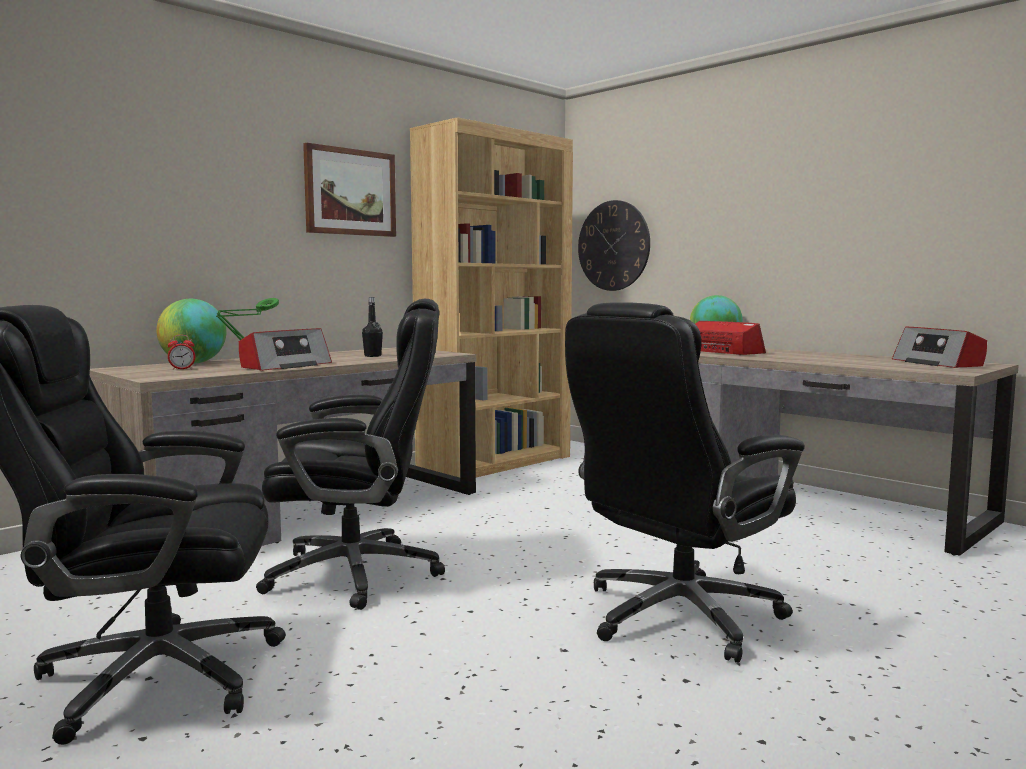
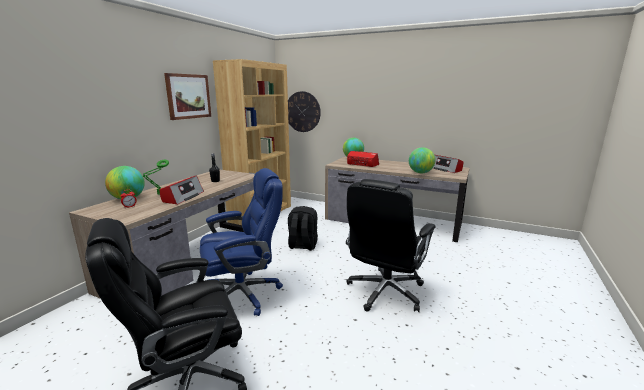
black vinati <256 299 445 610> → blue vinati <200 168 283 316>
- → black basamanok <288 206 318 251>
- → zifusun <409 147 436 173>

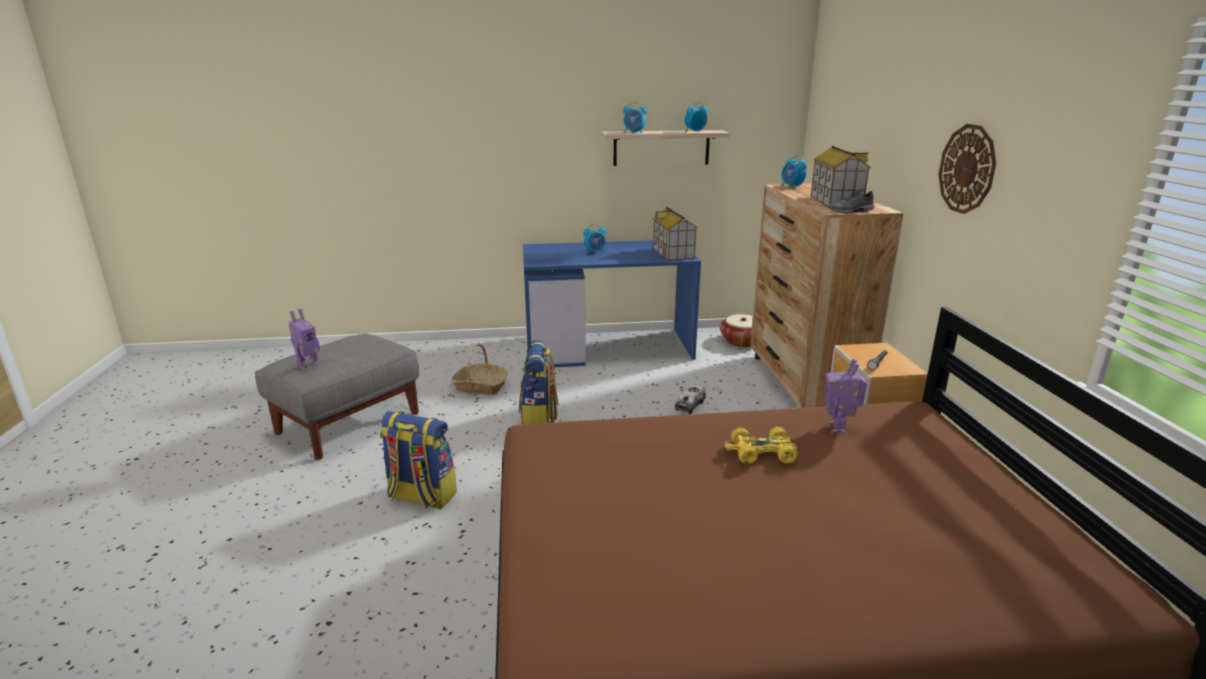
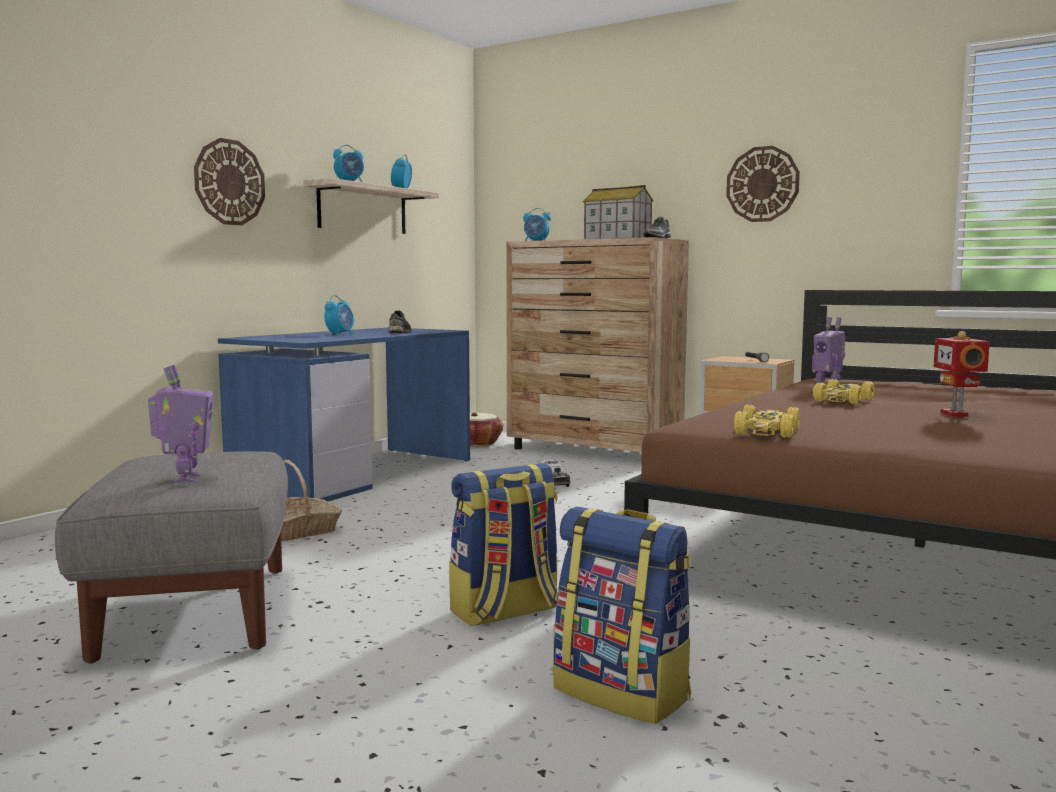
- → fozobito <194 138 265 225>
- → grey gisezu <388 310 411 333>
basamanok <519 340 558 425> → basamanok <553 506 692 724>, relocated
- → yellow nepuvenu <734 404 800 438>
- → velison <934 331 990 417>
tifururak <653 207 698 260> → -

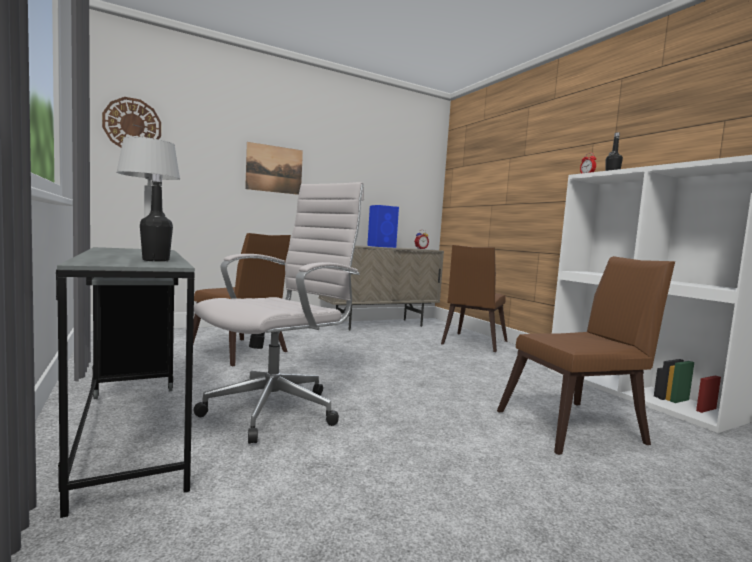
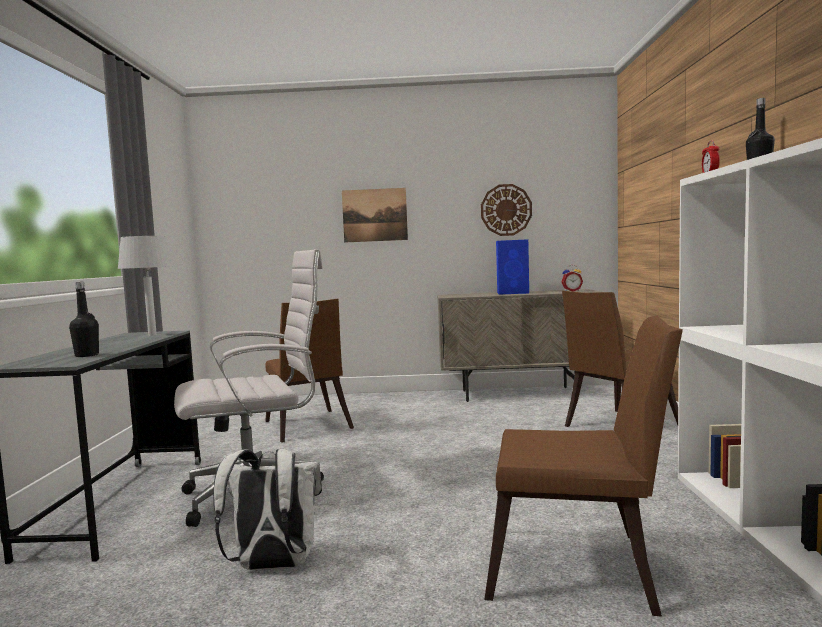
- → white basamanok <213 449 322 570>
fozobito <102 97 161 147> → fozobito <481 184 532 236>, relocated

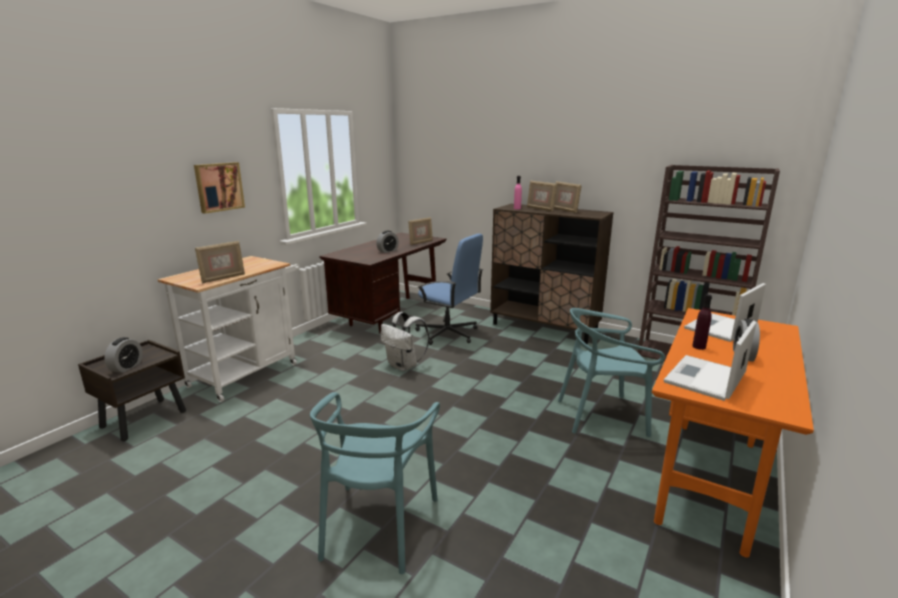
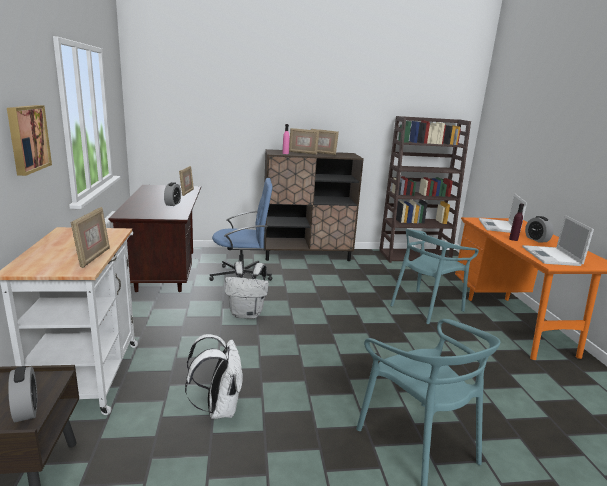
- → white basamanok <185 334 243 419>

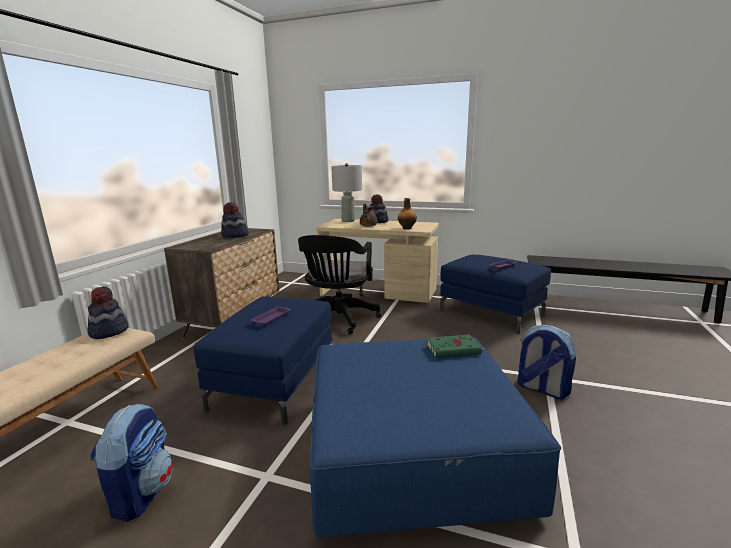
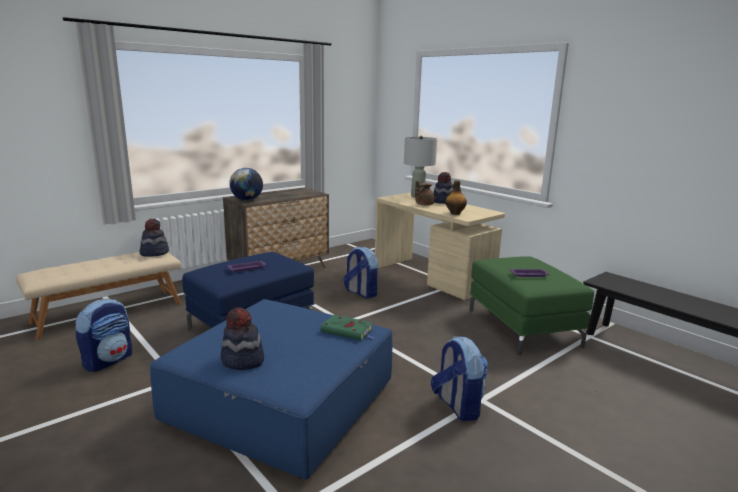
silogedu <221 202 249 238> → silogedu <220 307 264 370>, relocated
- → zifusun <229 168 263 201>
black vinati <298 235 381 334> → basamanok <343 247 378 298>
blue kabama <439 255 551 334> → green kabama <469 257 594 355>

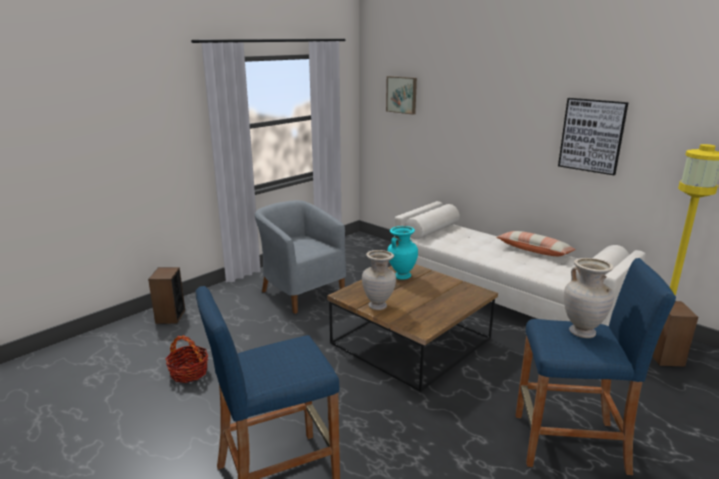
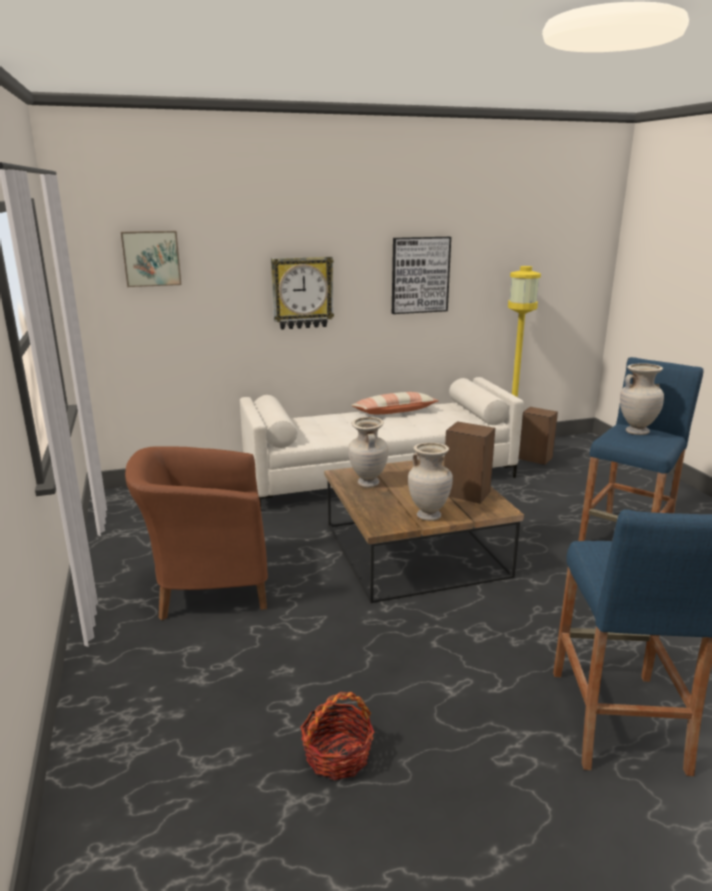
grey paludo <254 200 346 314> → brown paludo <125 446 268 620>
- → fozobito <271 257 334 330>
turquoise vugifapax <388 226 418 280> → beige vugifapax <348 417 388 488>
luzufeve <148 267 185 324> → luzufeve <444 421 495 504>, relocated

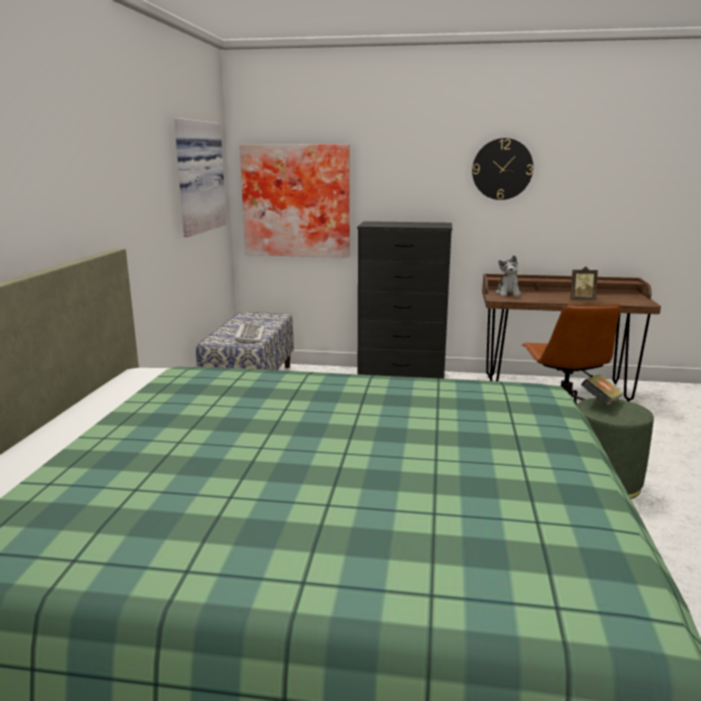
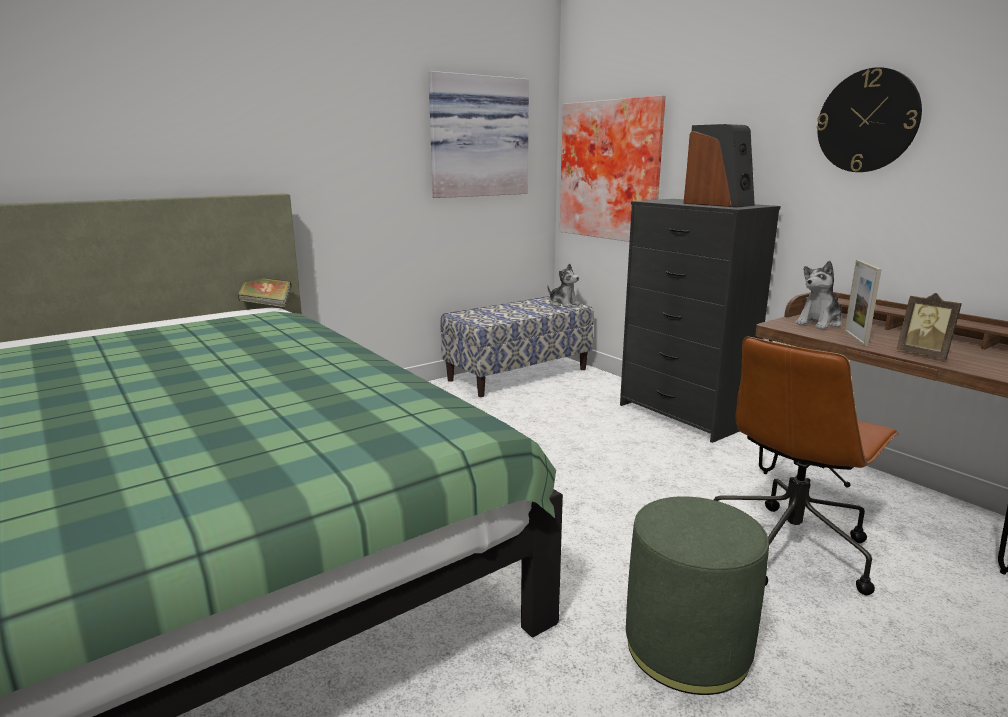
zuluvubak <581 375 624 405> → zuluvubak <238 278 291 308>, relocated
- → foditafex <547 263 581 308>
- → luzufeve <683 124 755 207>
- → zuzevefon <844 260 882 346>
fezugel <234 323 265 342> → -

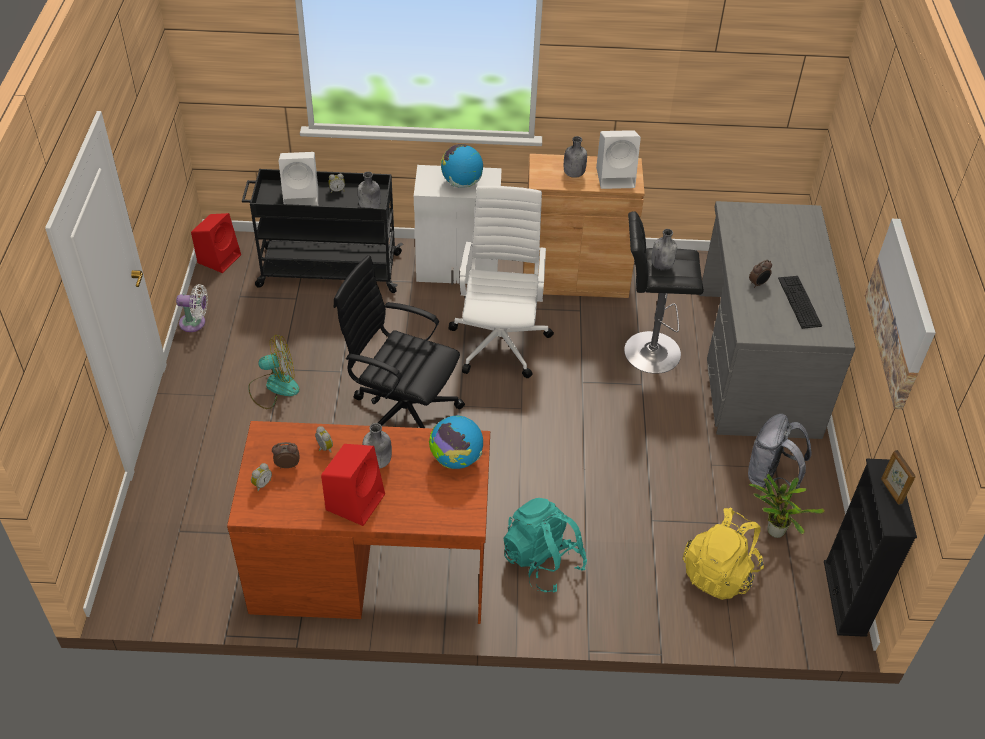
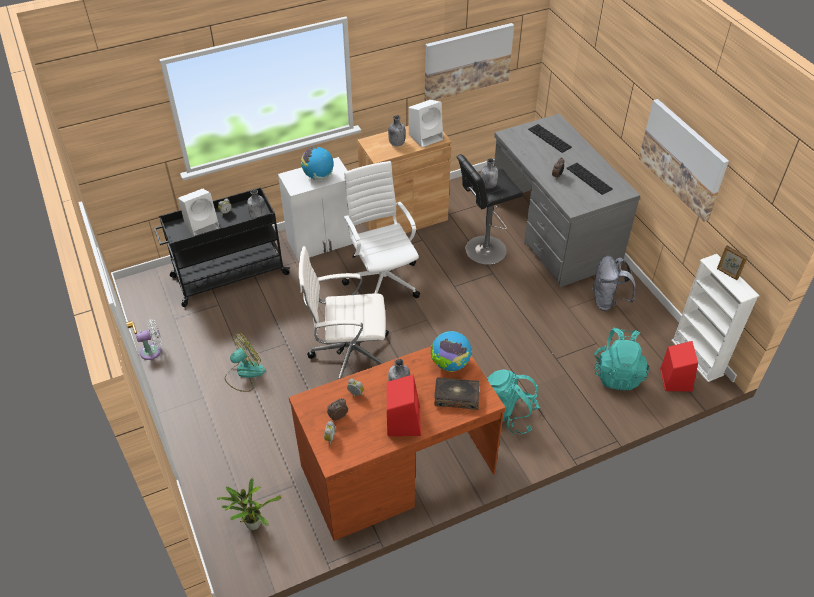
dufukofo <749 474 825 538> → dufukofo <217 478 281 530>, relocated
black vinati <334 255 465 428> → white vinati <299 246 389 379>
- → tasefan <425 23 514 101>
- → zuluvubak <434 378 479 410>
- → fezugel <528 124 572 153>
yellow basamanok <683 508 764 600> → turquoise basamanok <594 328 649 390>
red luzufeve <191 213 241 273> → red luzufeve <660 341 698 392>, relocated
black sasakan <824 458 917 637> → white sasakan <671 254 759 382>

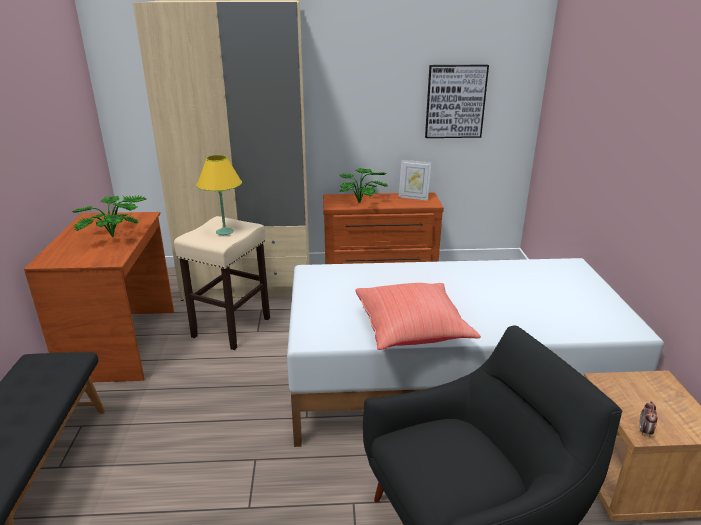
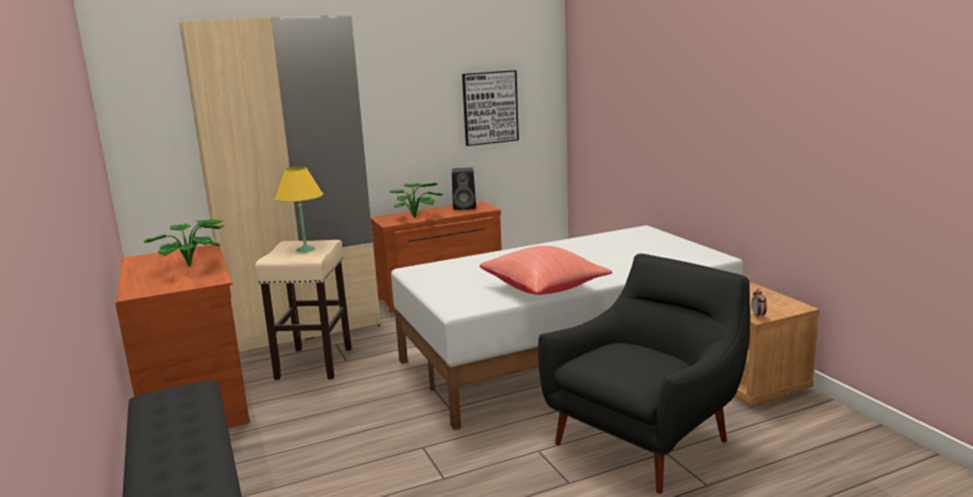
zuzevefon <399 160 431 201> → black luzufeve <452 167 476 210>

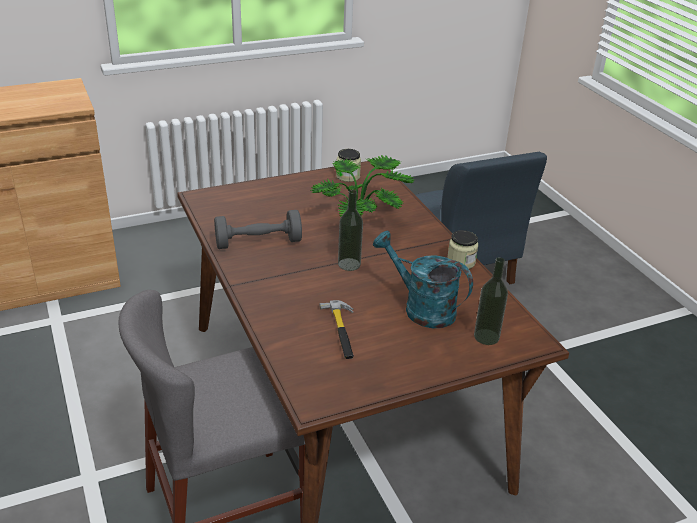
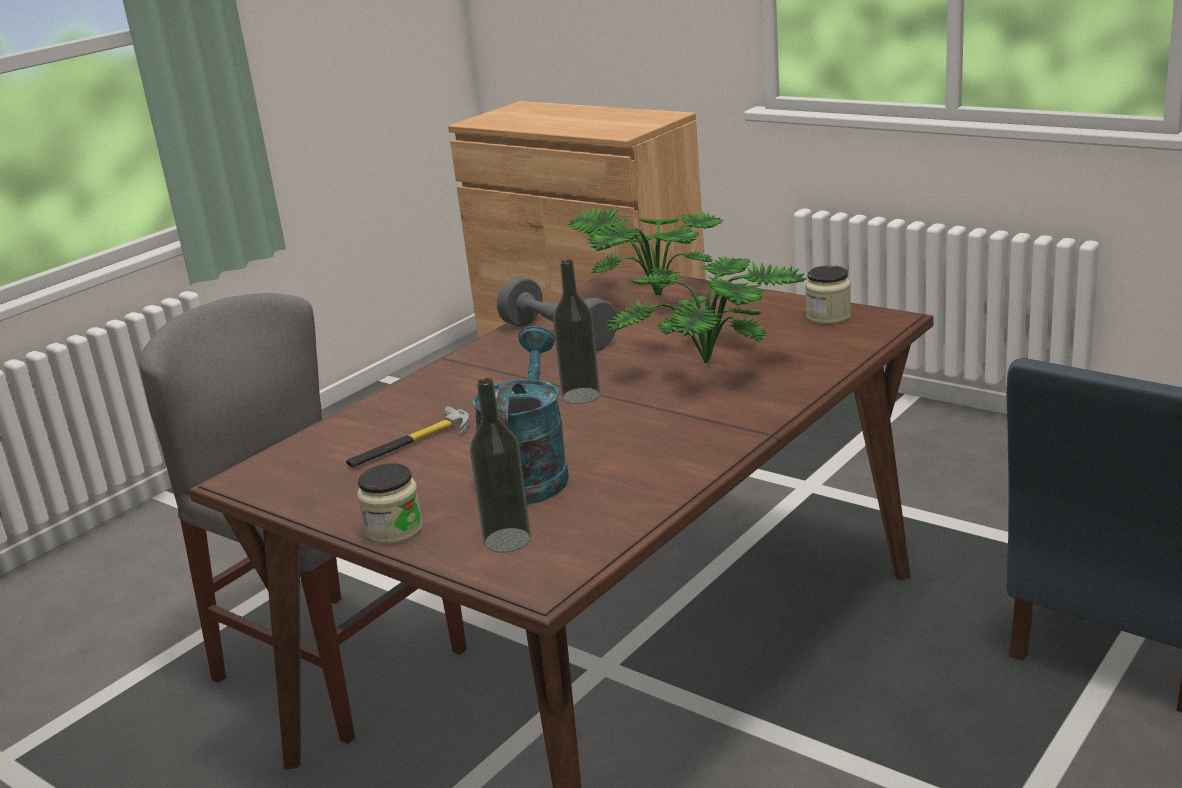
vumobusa <447 230 478 270> → vumobusa <357 463 423 544>, relocated
- → dufukofo <567 207 723 296>

